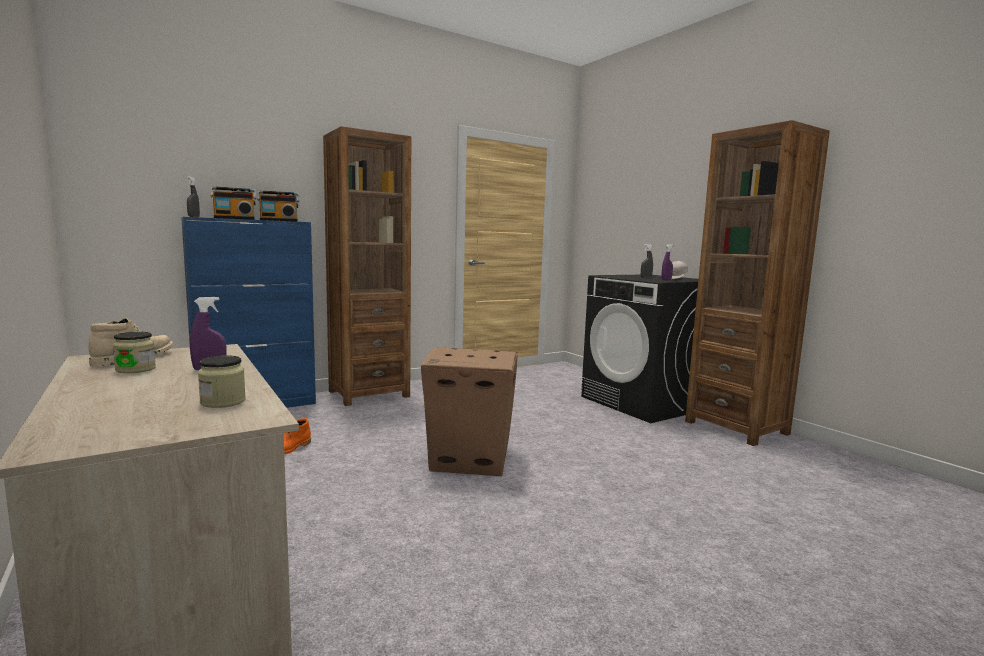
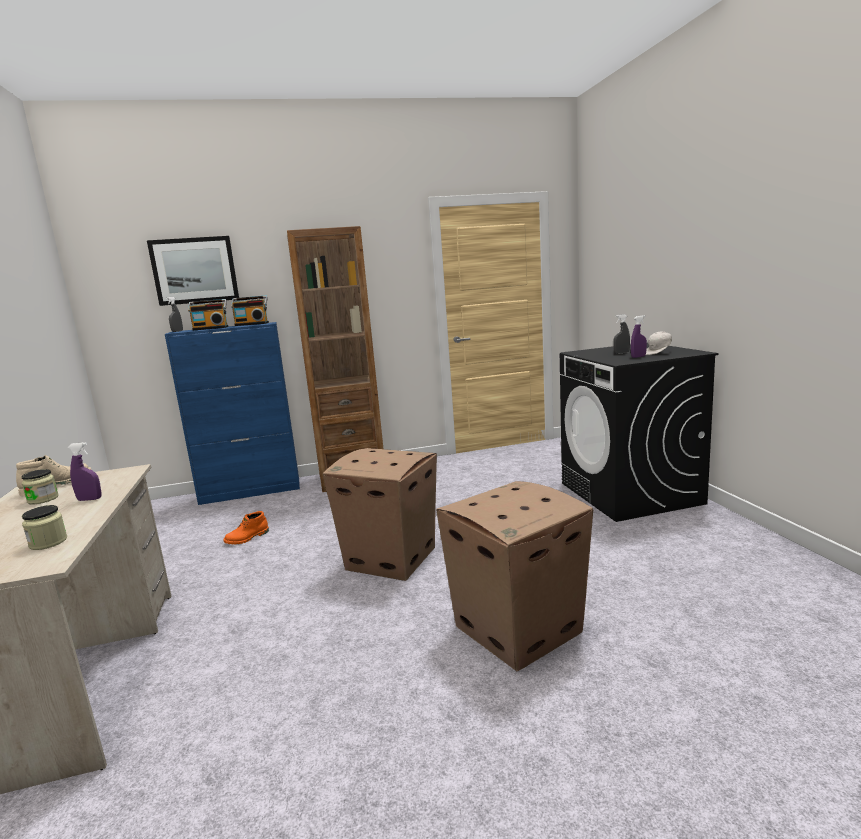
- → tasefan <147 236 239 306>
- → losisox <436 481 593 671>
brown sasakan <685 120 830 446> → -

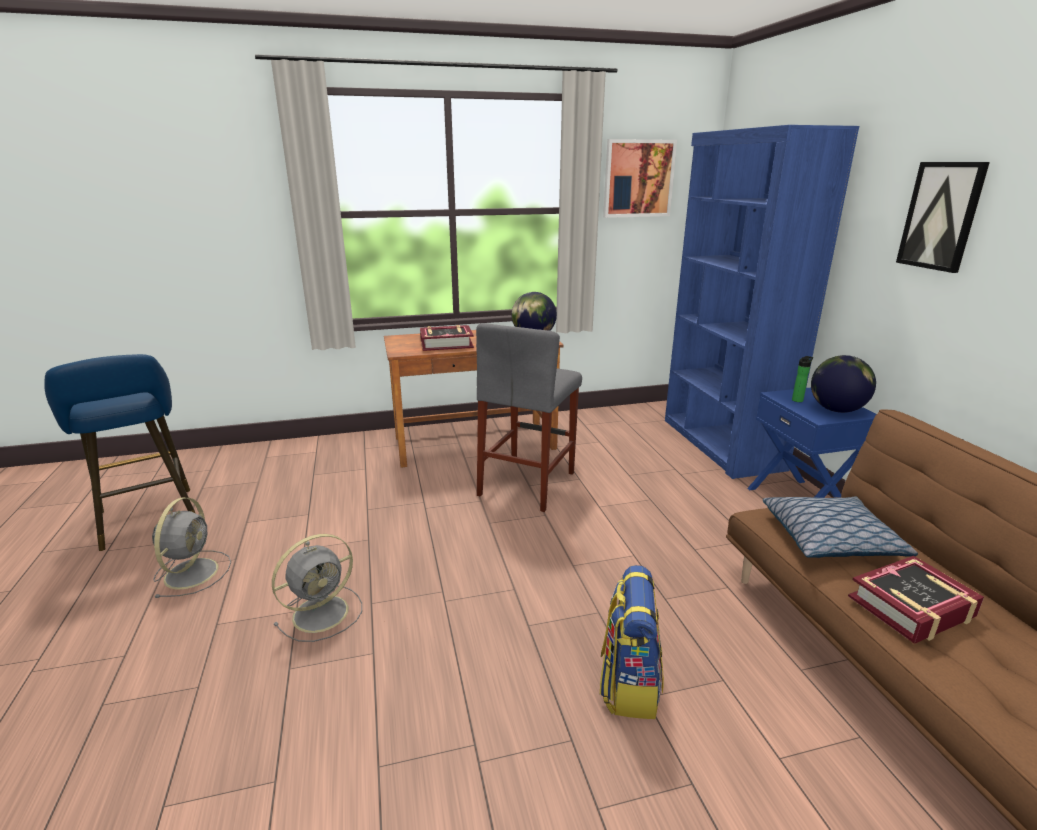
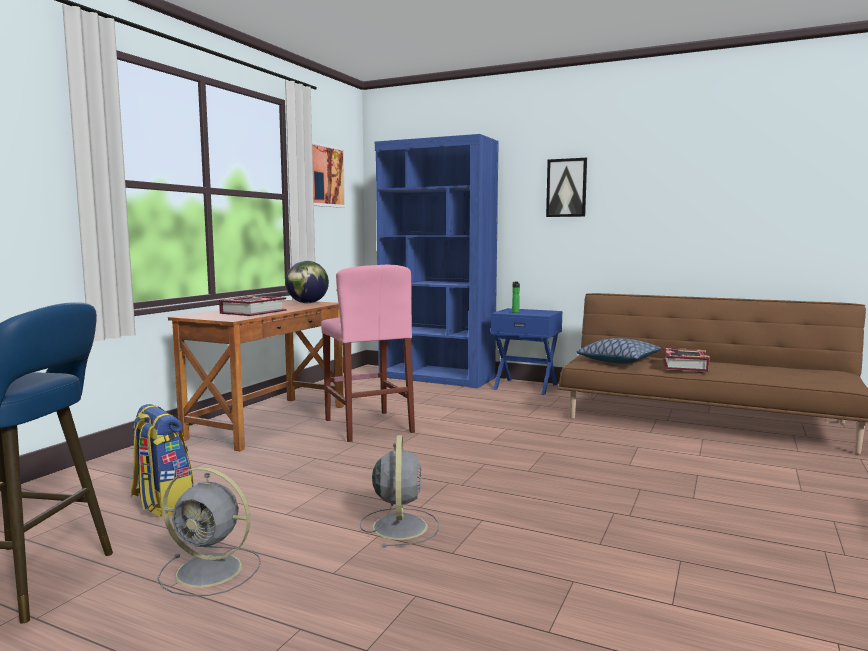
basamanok <600 565 664 719> → basamanok <131 404 194 517>, relocated
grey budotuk <152 498 231 598> → grey budotuk <158 467 261 596>, 150 degrees clockwise
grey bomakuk <476 323 582 512> → pink bomakuk <321 265 415 442>
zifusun <811 355 876 413> → -

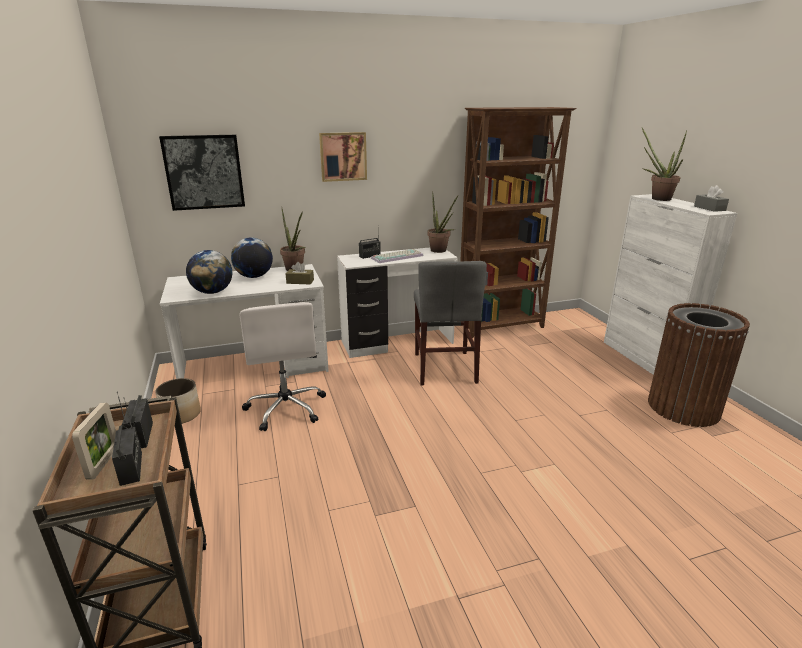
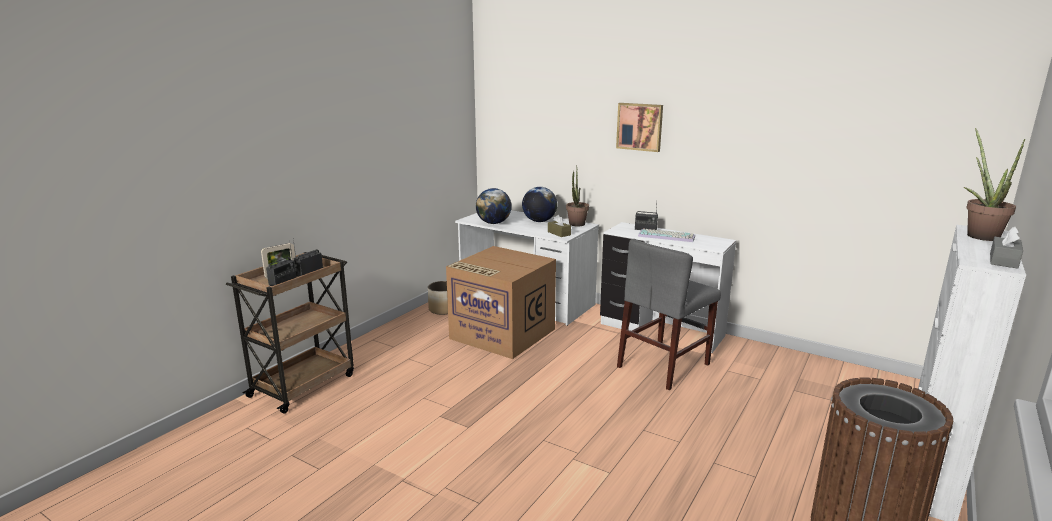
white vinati <239 302 326 431> → losisox <446 246 556 359>
tasefan <159 135 245 211> → -
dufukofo <428 191 458 253> → -
brown sasakan <460 107 577 338> → -

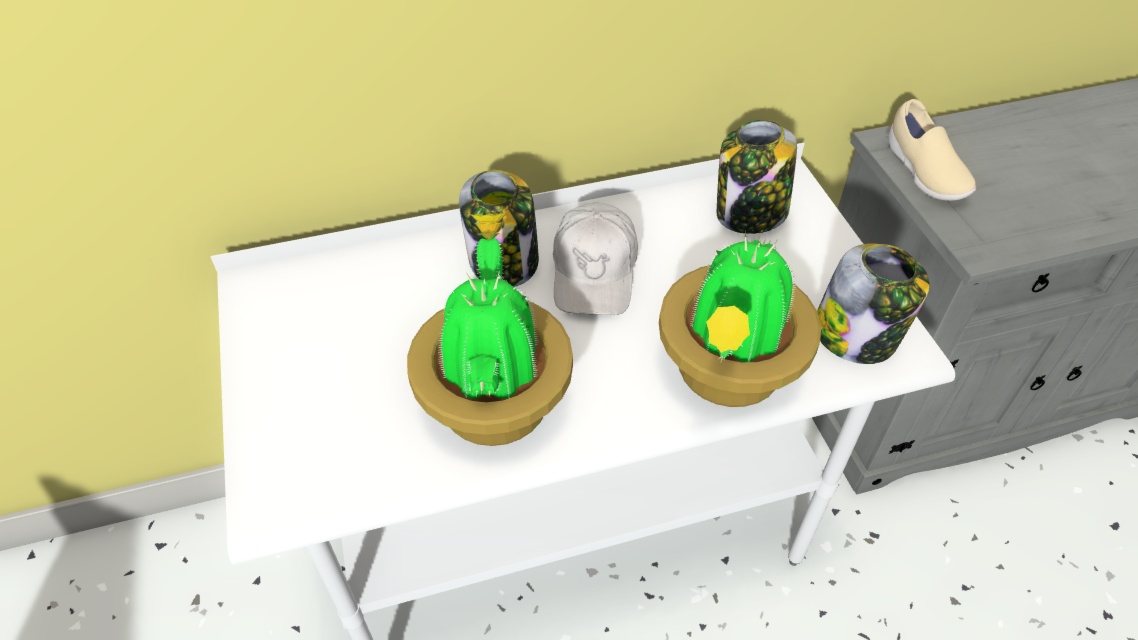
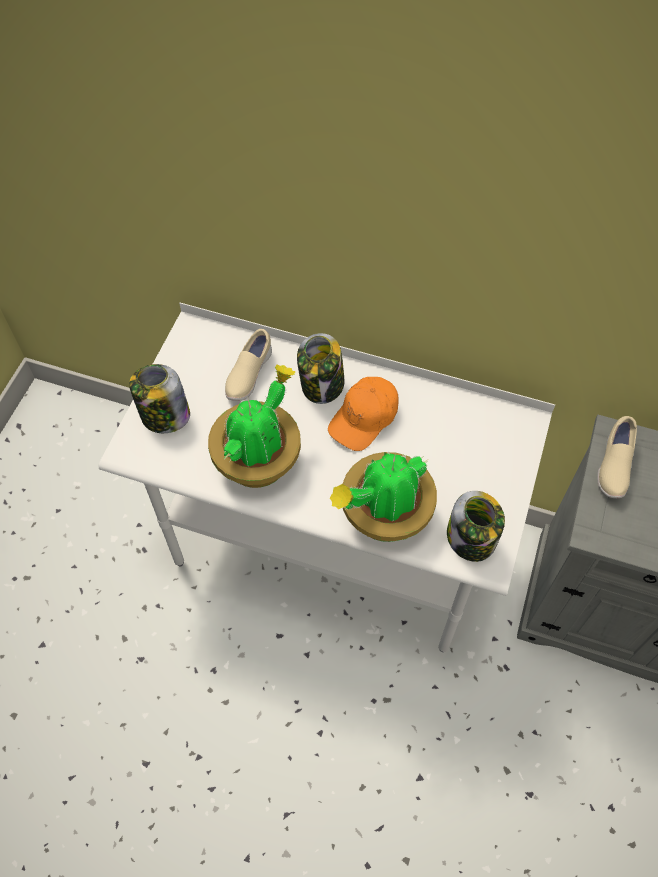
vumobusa <717 120 797 234> → vumobusa <129 364 190 433>, relocated
- → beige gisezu <225 329 272 401>
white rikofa <553 202 638 315> → orange rikofa <328 377 399 451>

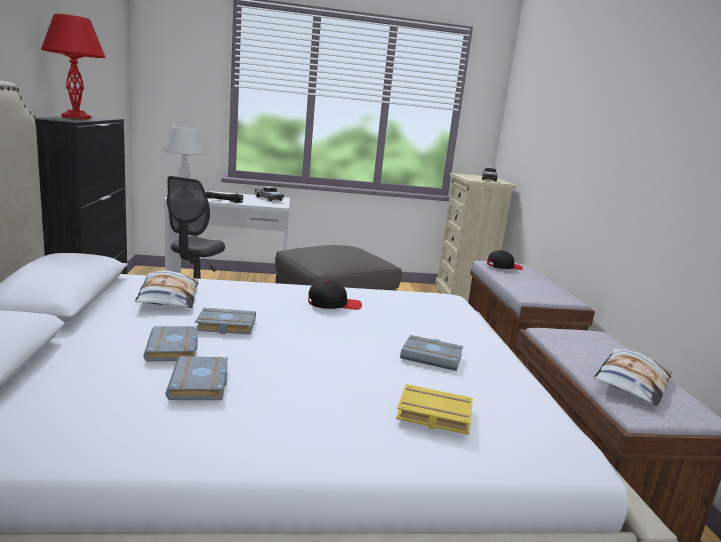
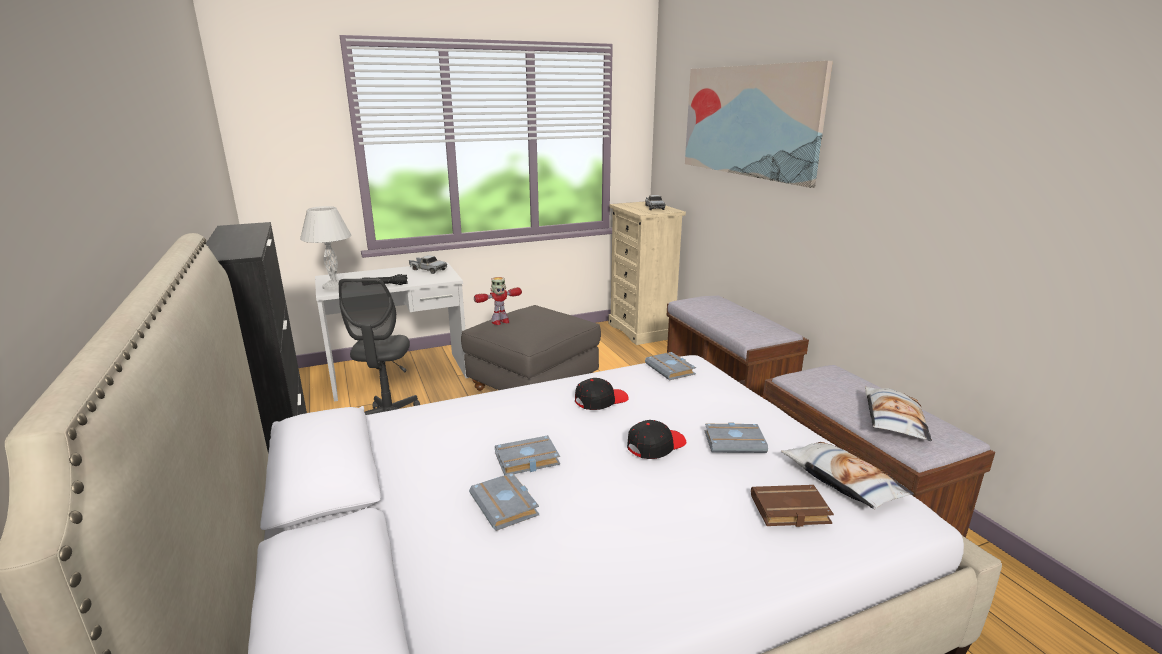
- → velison <474 277 522 325>
black rikofa <487 250 523 270> → black rikofa <627 420 686 459>, relocated
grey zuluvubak <166 356 228 400> → grey zuluvubak <645 352 696 380>, relocated
- → tasefan <685 61 833 188>
yellow zuluvubak <396 384 473 435> → brown zuluvubak <751 485 834 527>
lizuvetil <135 270 198 308> → lizuvetil <781 442 914 510>, relocated
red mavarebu <41 14 105 119> → -

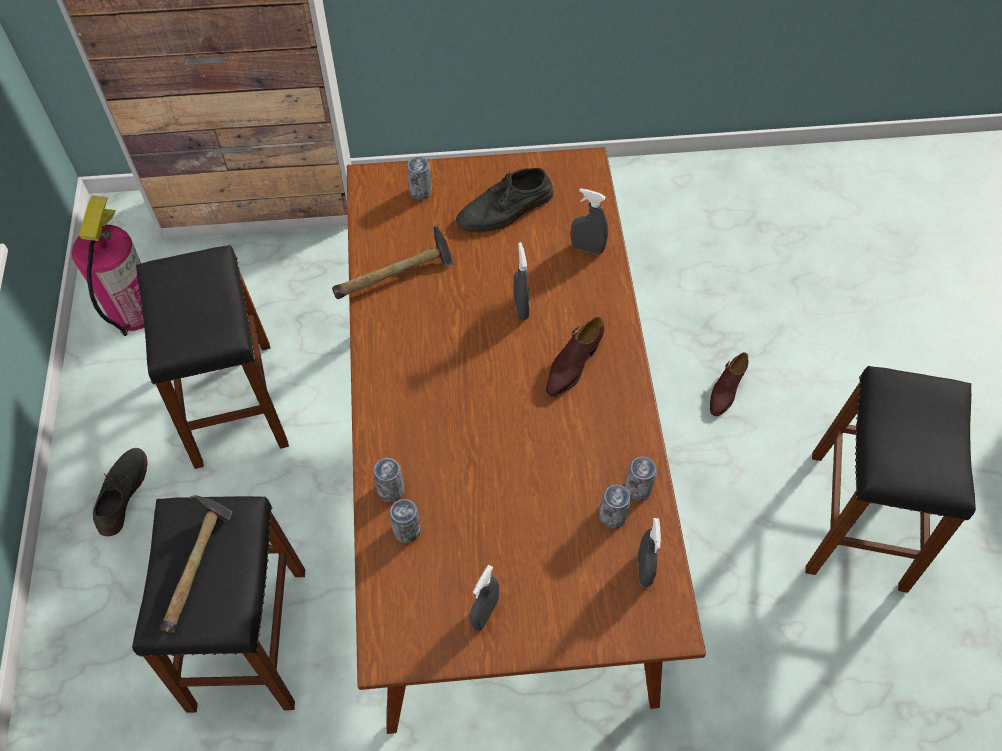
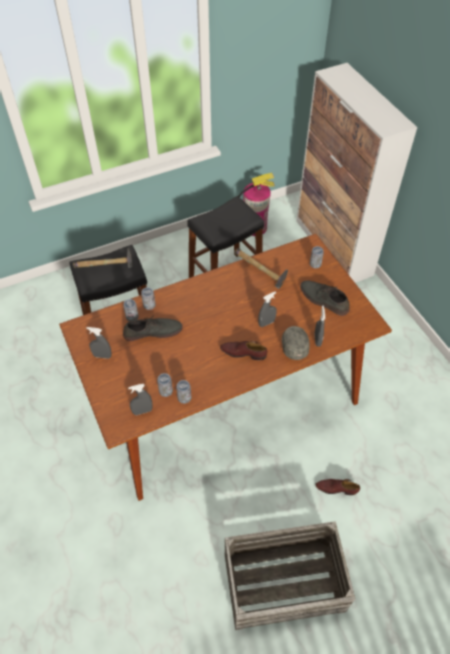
grey gisezu <93 448 147 536> → grey gisezu <123 315 183 341>, relocated
black bomakuk <806 366 976 593> → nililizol <224 521 356 630>
- → grey rikofa <282 326 309 360>

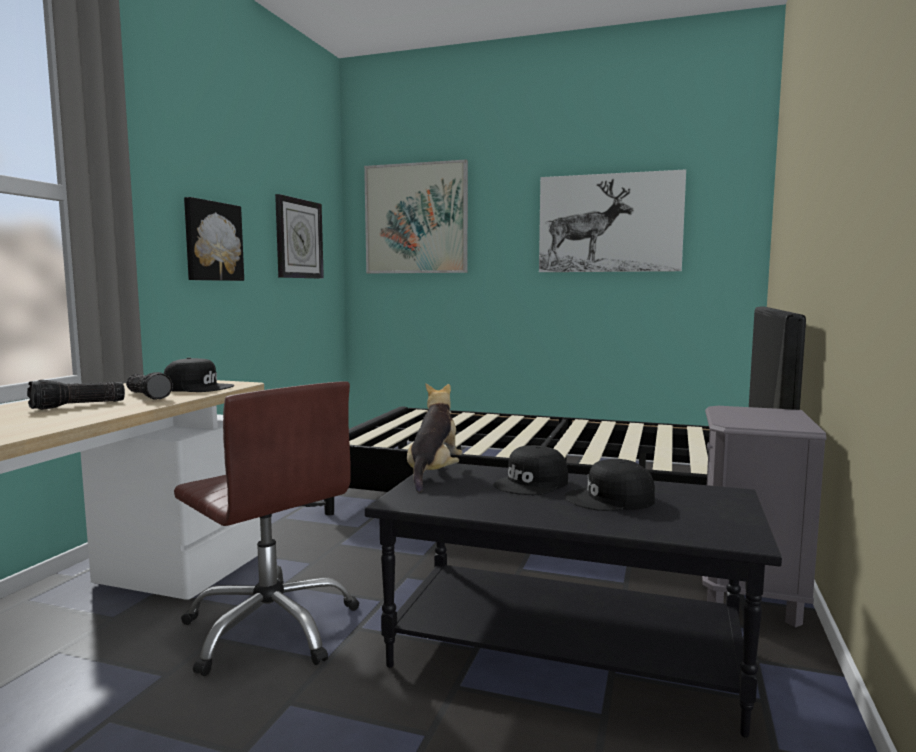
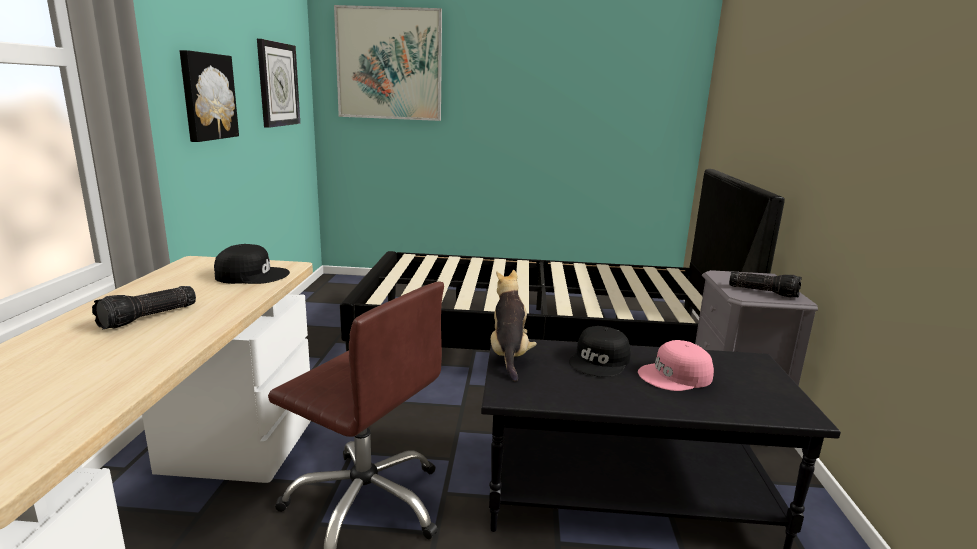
black rikofa <565 459 655 511> → pink rikofa <638 340 714 391>
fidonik <126 372 173 400> → fidonik <729 271 802 298>, relocated
tasefan <539 169 686 272> → -

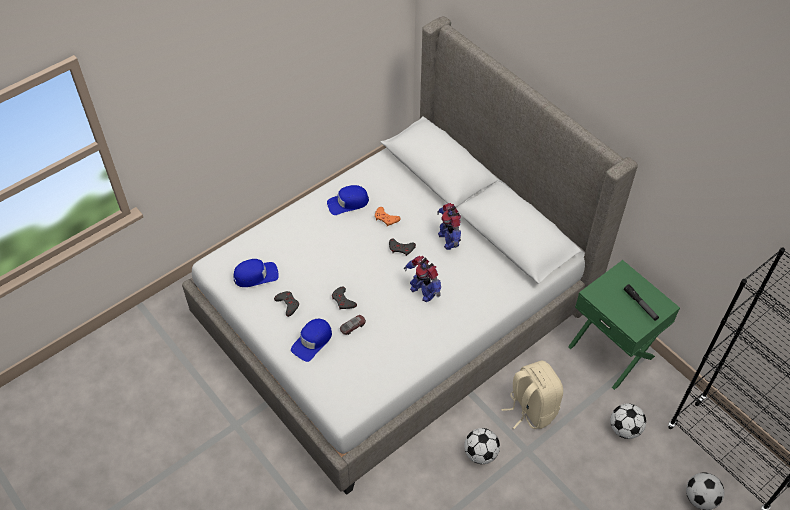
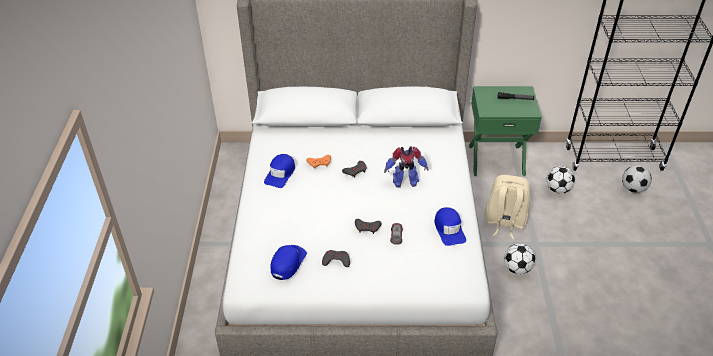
blue rikofa <291 319 332 362> → blue rikofa <434 207 466 246>, relocated
velison <437 203 461 250> → -

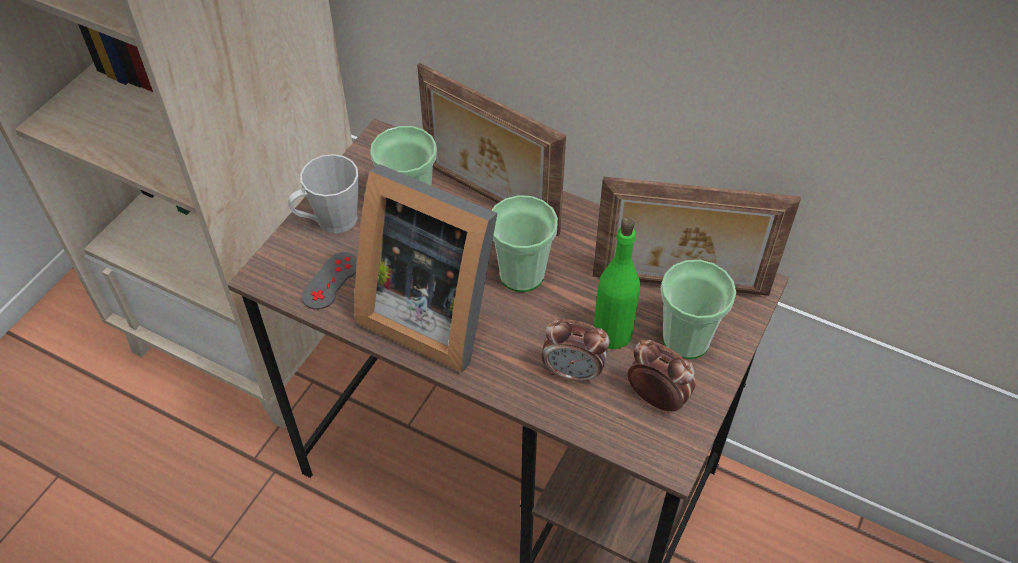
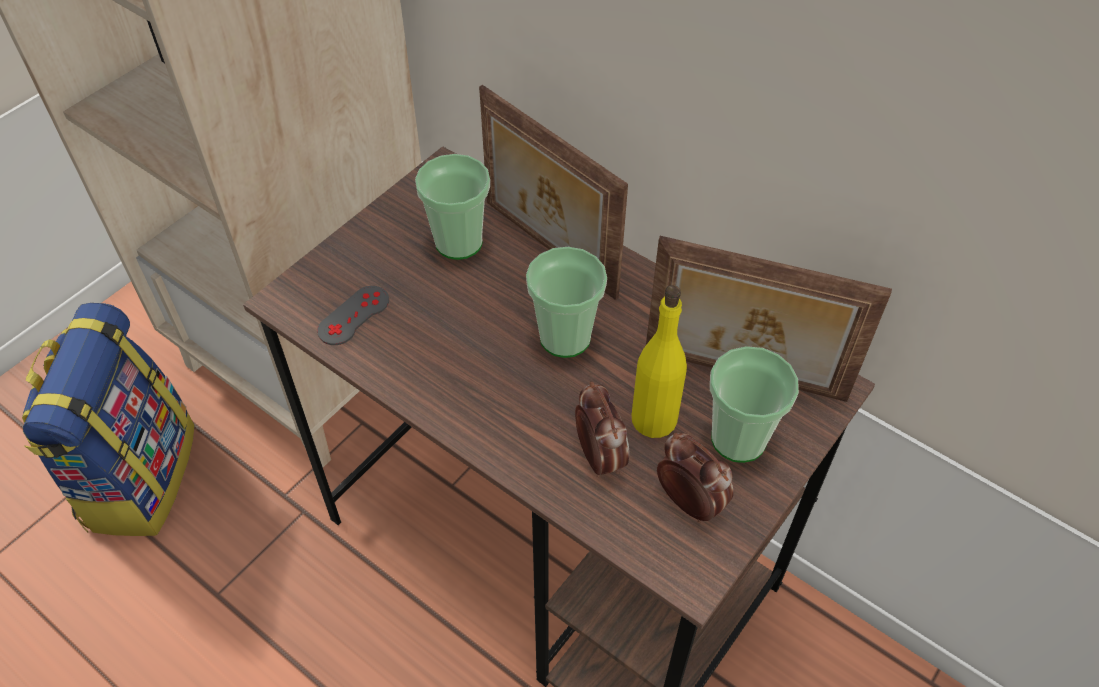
- → basamanok <22 303 195 536>
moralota <542 319 610 384> → moralota <575 381 630 477>, 135 degrees counterclockwise
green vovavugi <594 217 640 349> → yellow vovavugi <632 285 687 438>
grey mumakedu <288 154 359 233> → -
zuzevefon <354 164 497 373> → -

